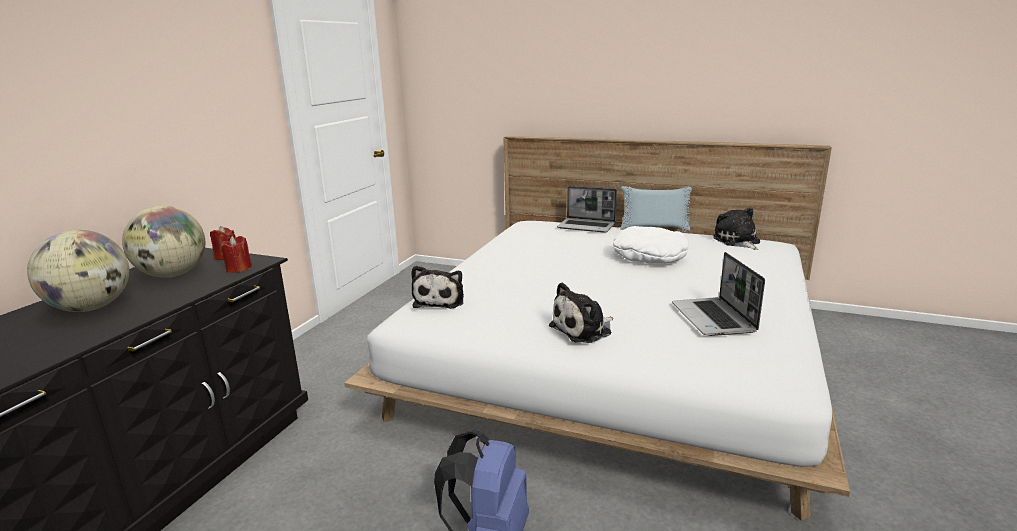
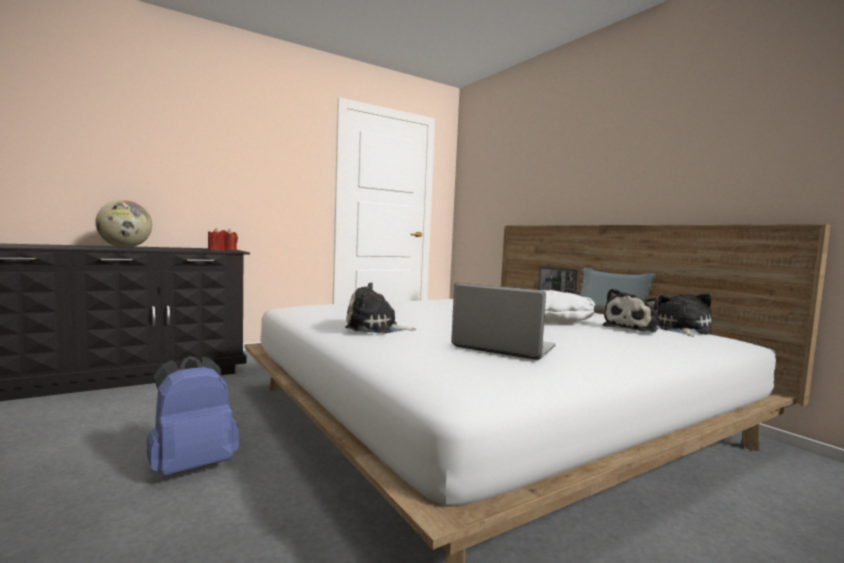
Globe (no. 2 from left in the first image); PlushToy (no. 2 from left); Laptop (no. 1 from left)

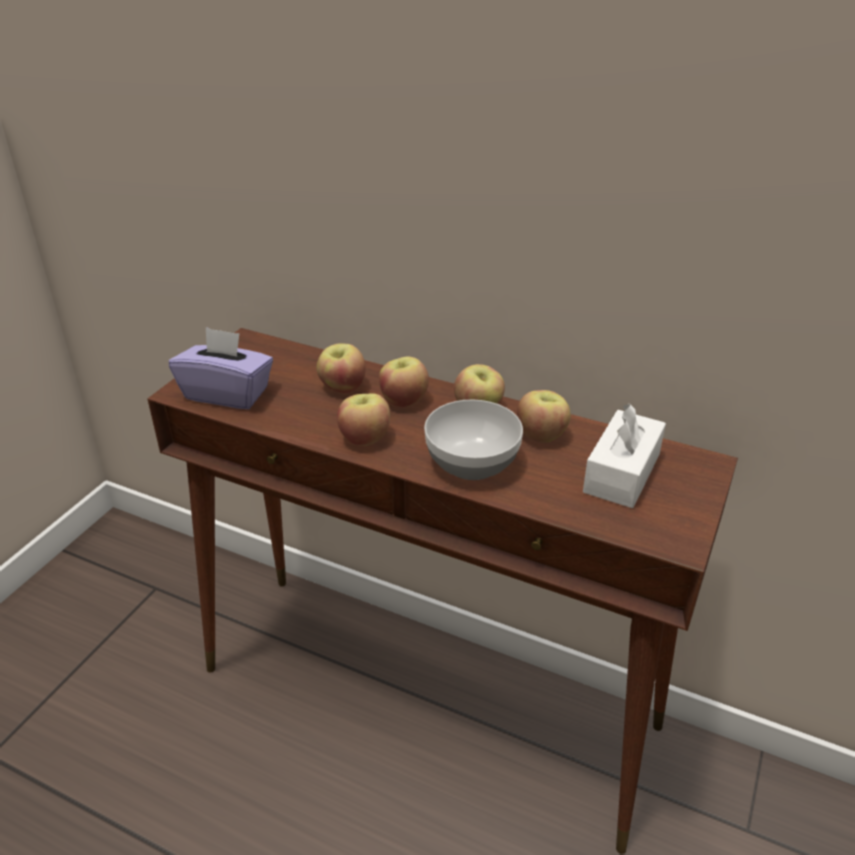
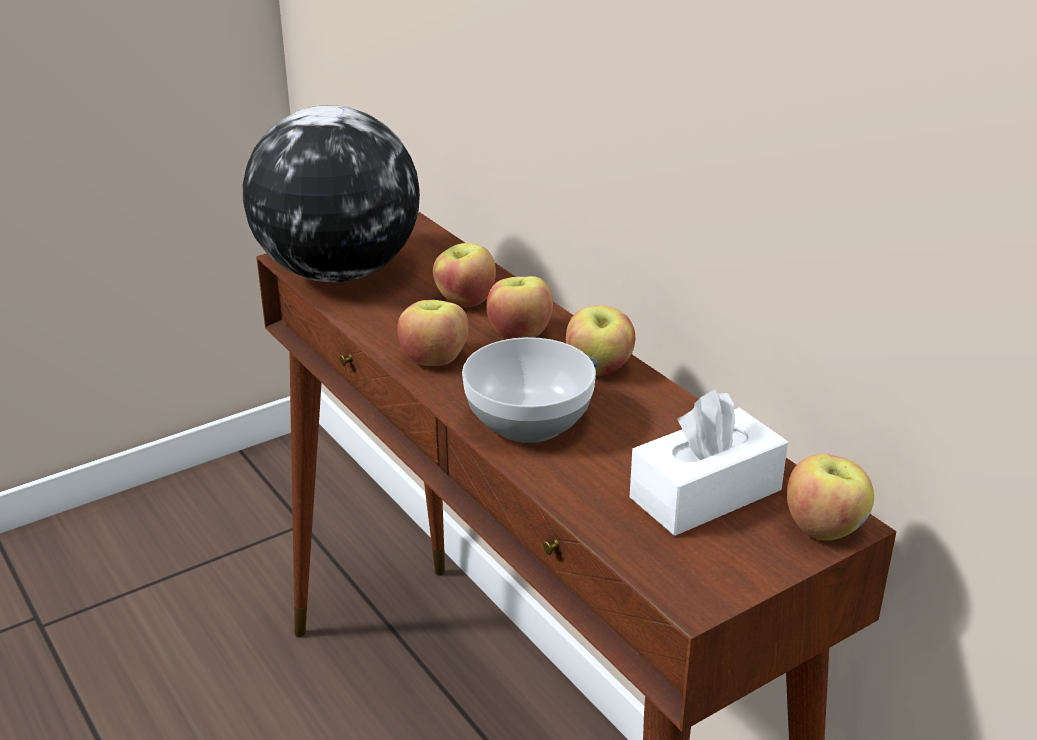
Globe; Apple (no. 5 from left)

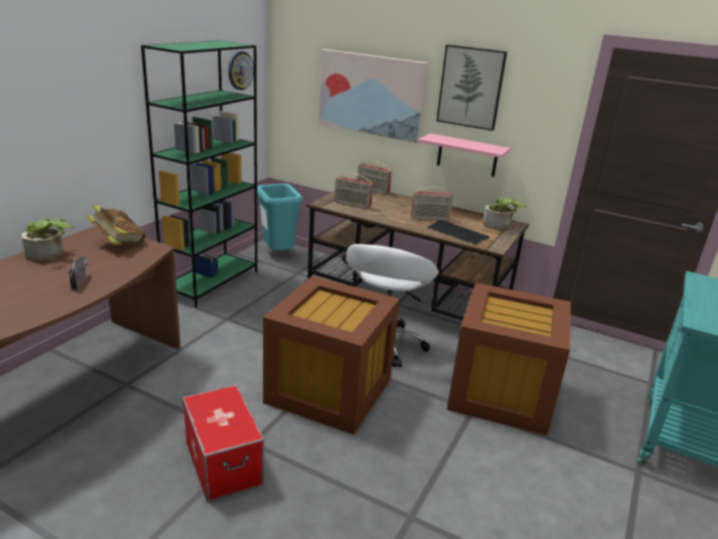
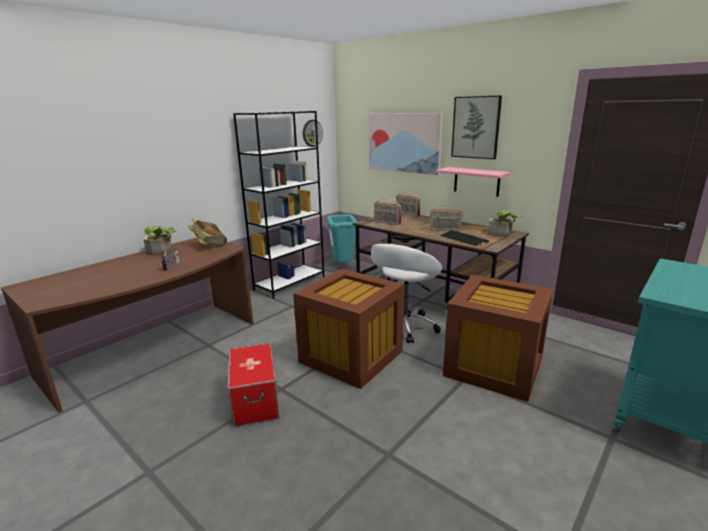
WhiteBookcase

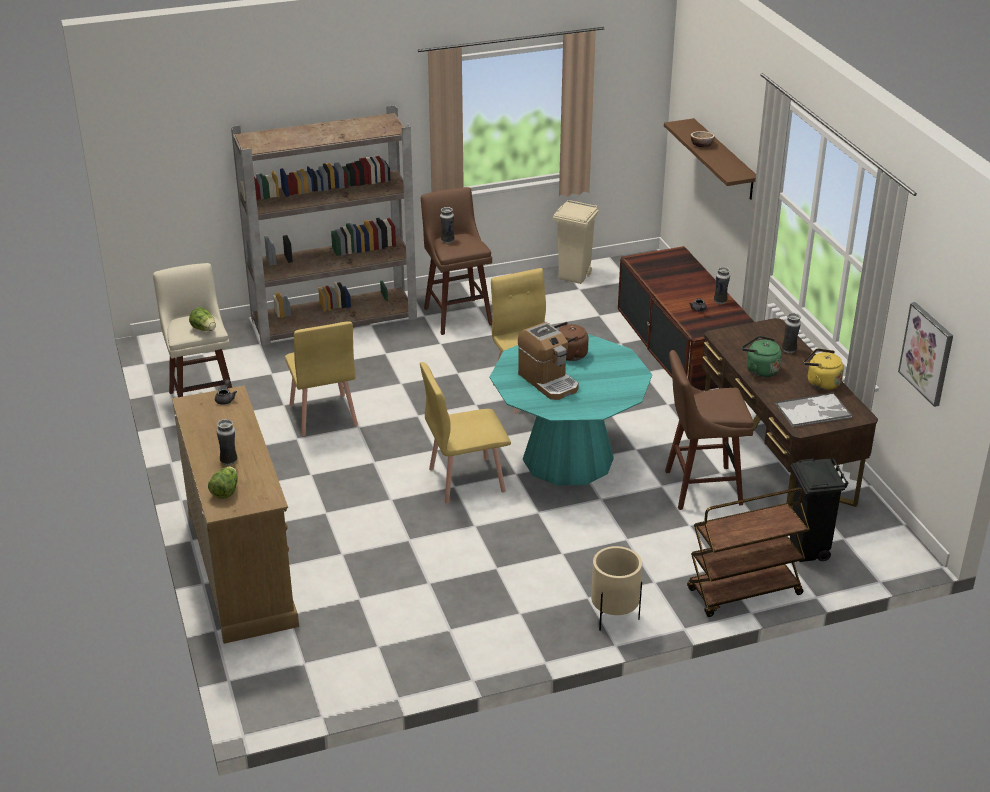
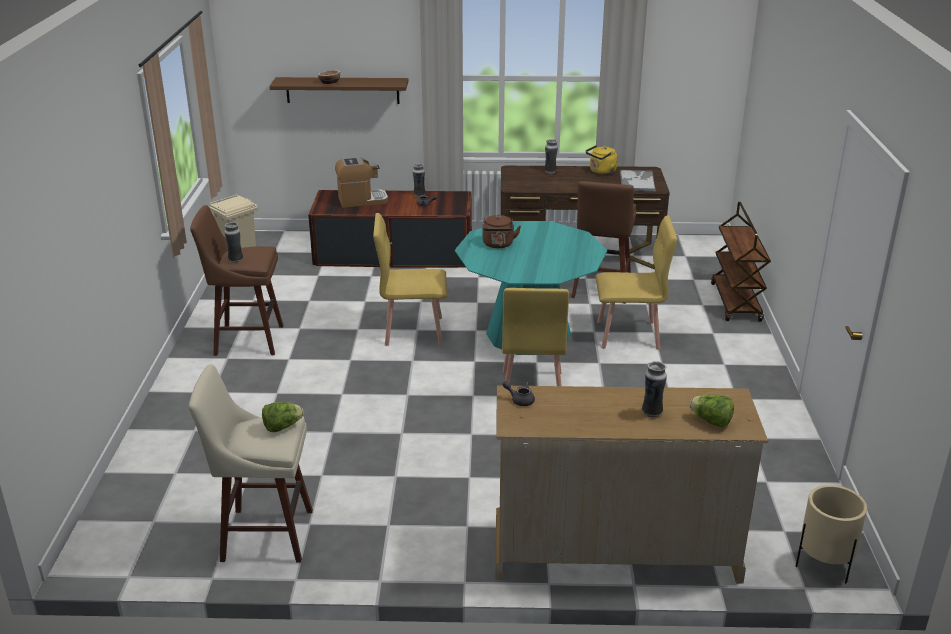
BrownBookcase; YellowChair (no. 3 from left); CoffeeMachine; BeigePlanter; GreenKettle; BlackTrashCan; Picture

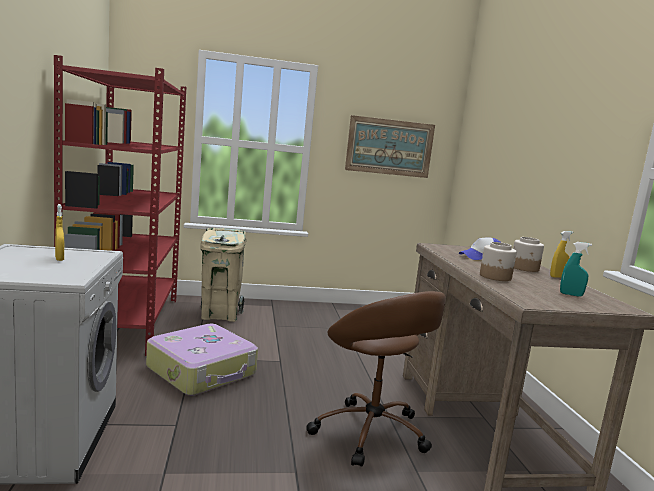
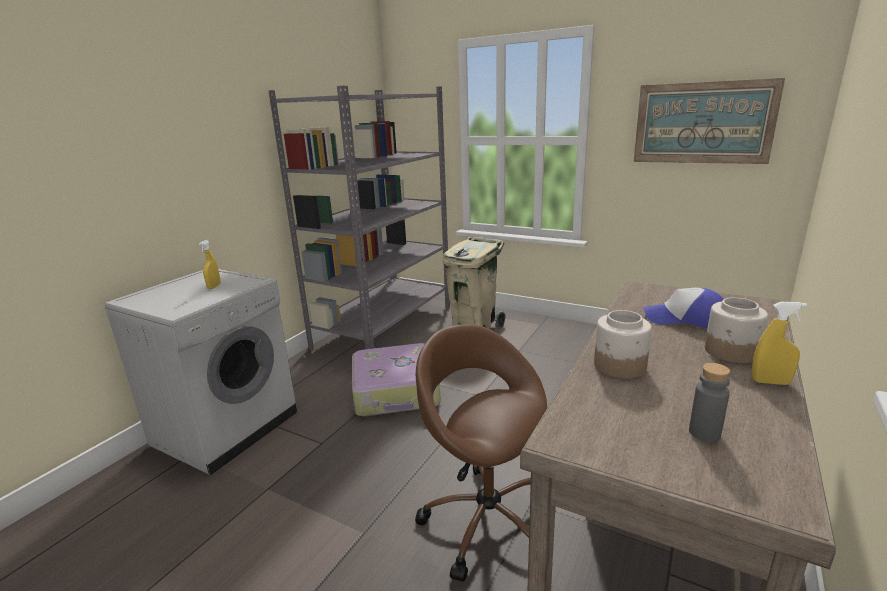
GreyBookcase; BrownOfficeChair; GreyBottle

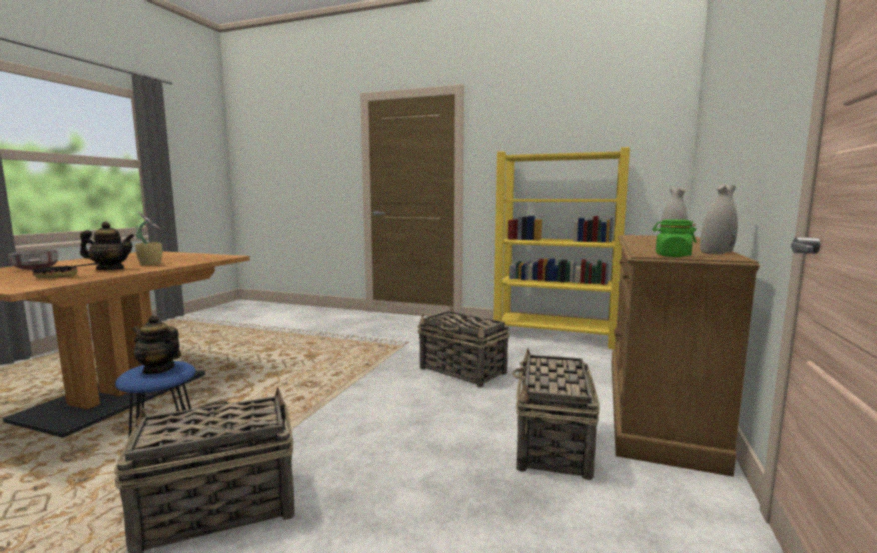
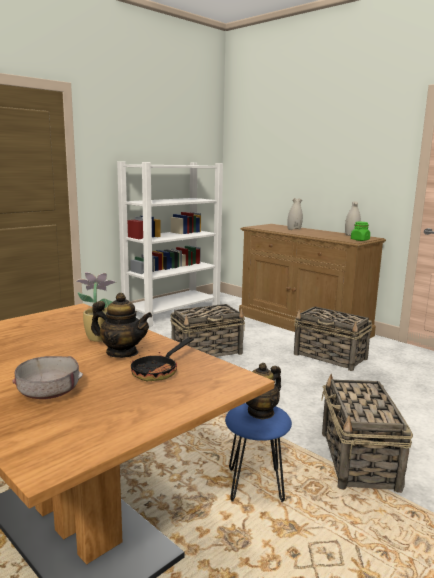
Teapot (no. 1 from left); WhiteBookcase

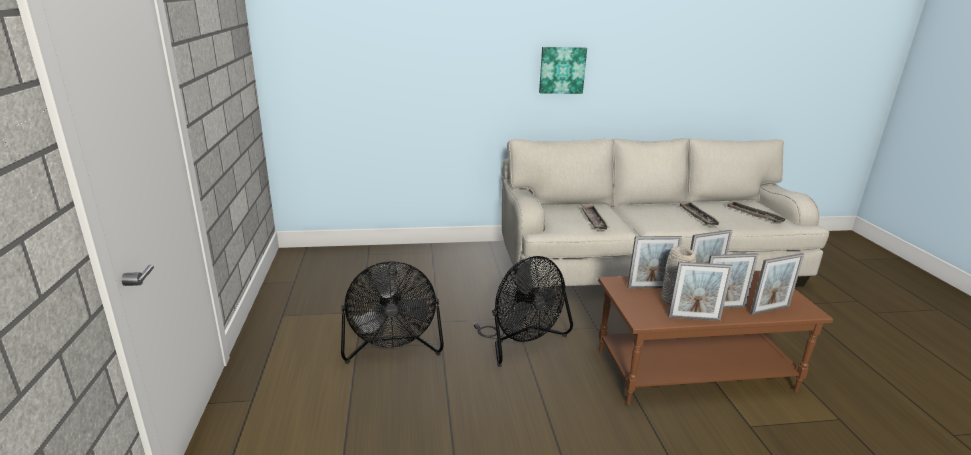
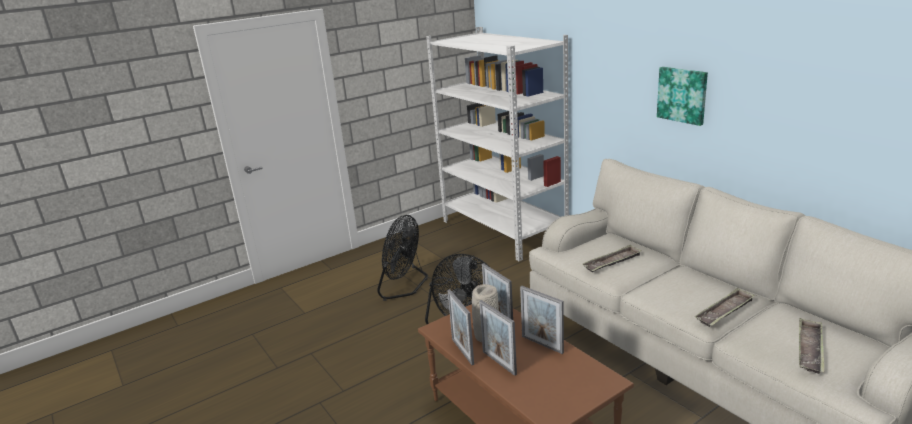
BlackFan (no. 1 from left); PictureFrame (no. 5 from left in the first image); WhiteBookcase

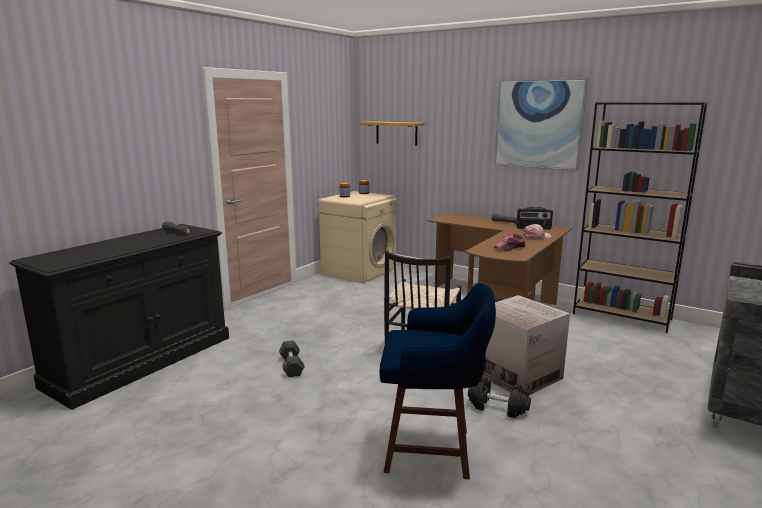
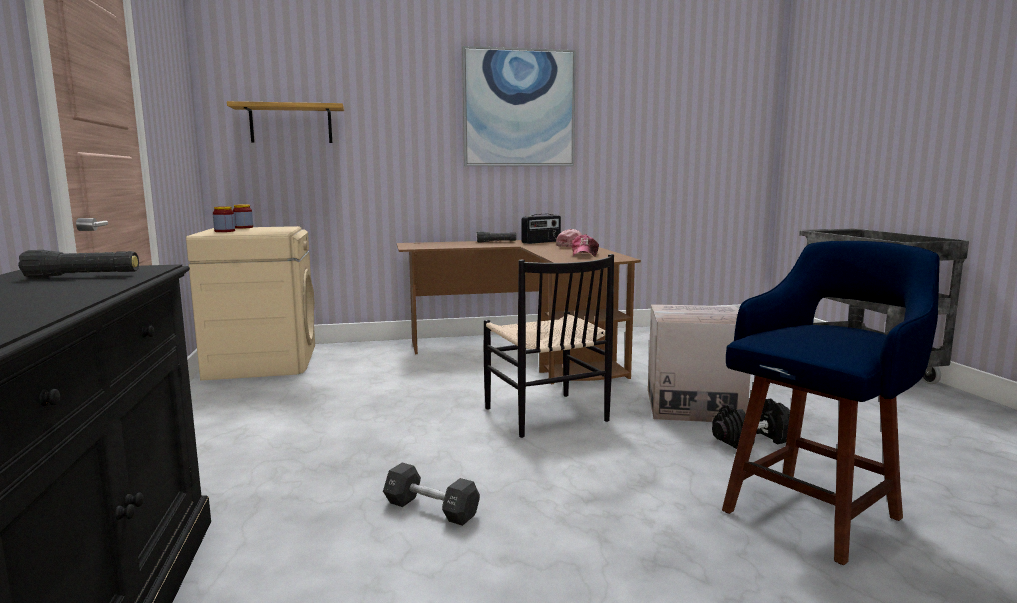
BeigeBookcase

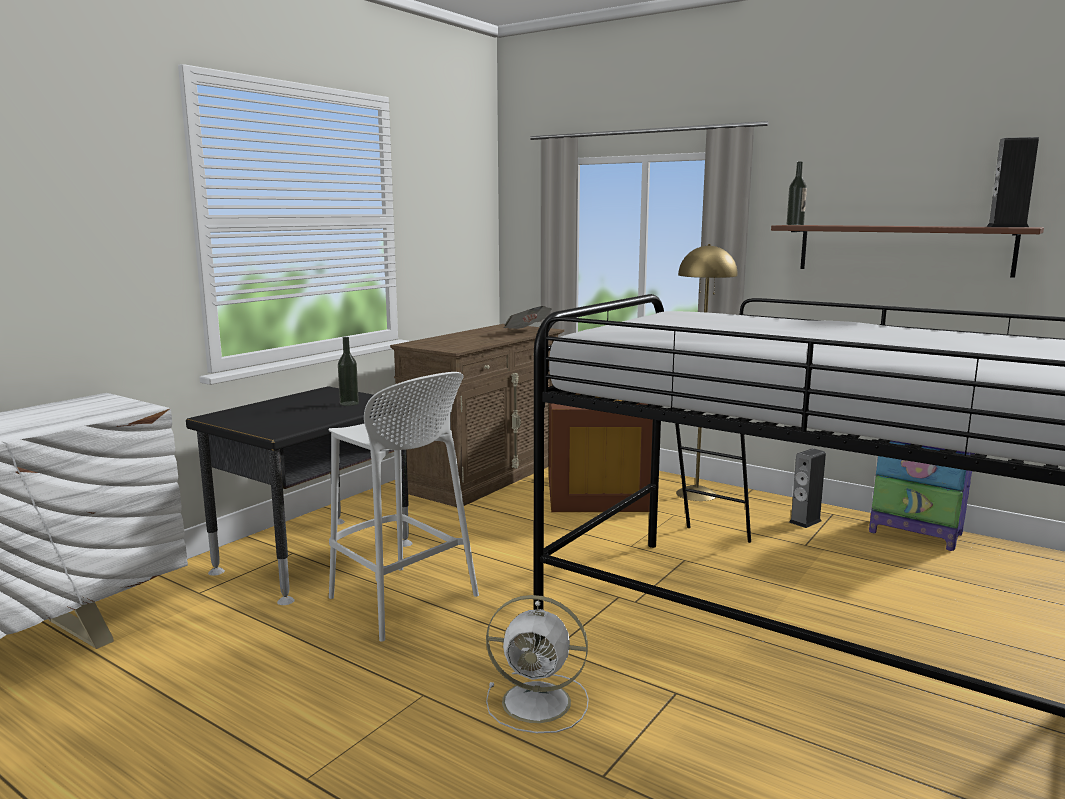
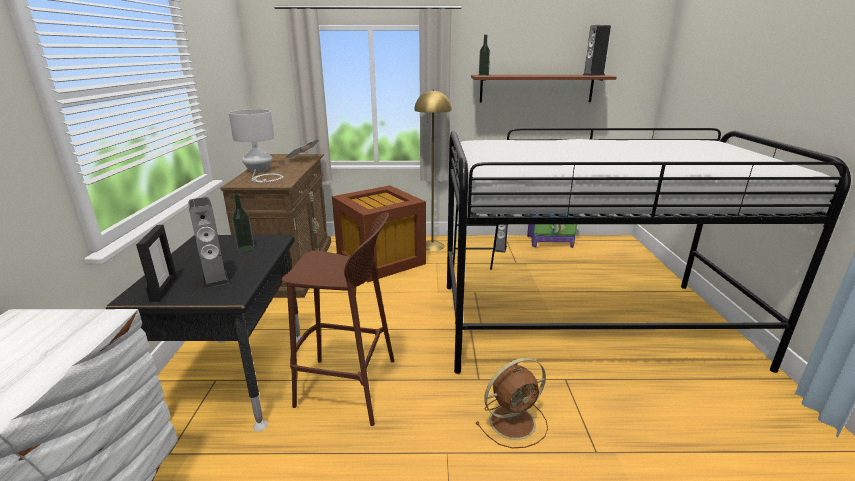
BrownStool; BrownFan; PictureFrame; Speaker (no. 1 from left); WhiteTableLamp

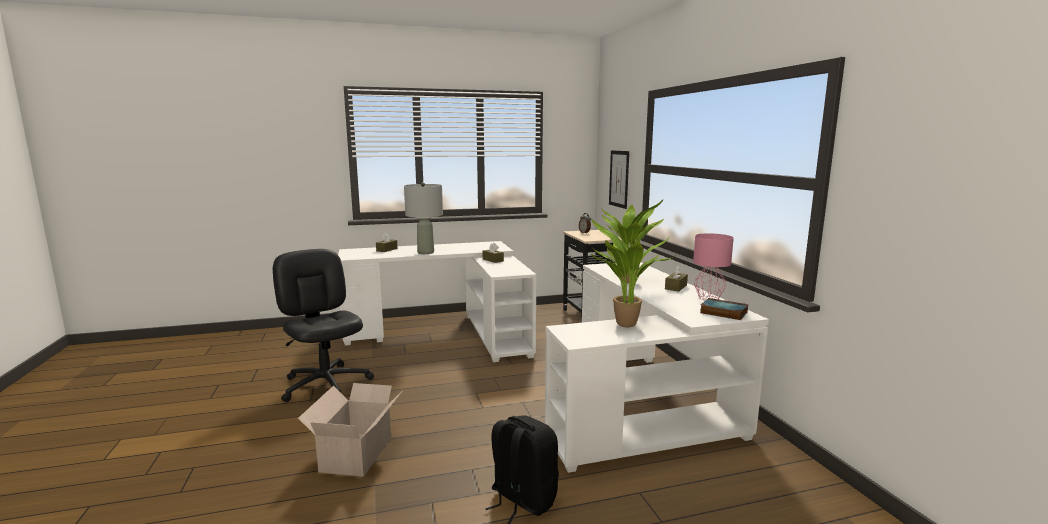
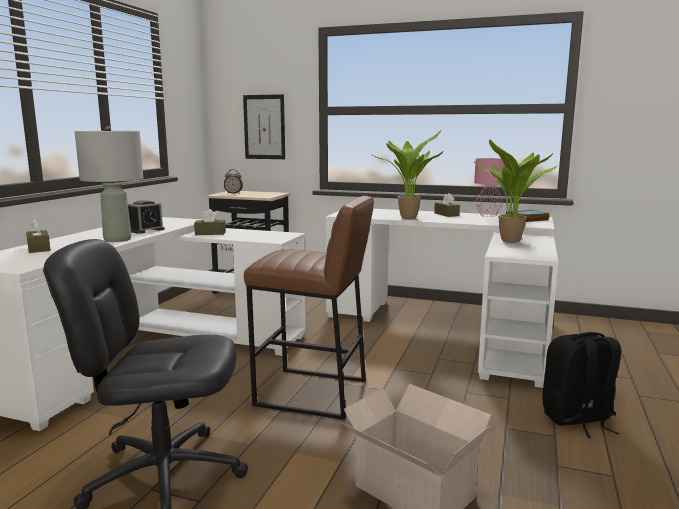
AlarmClock (no. 1 from left); BrownStool

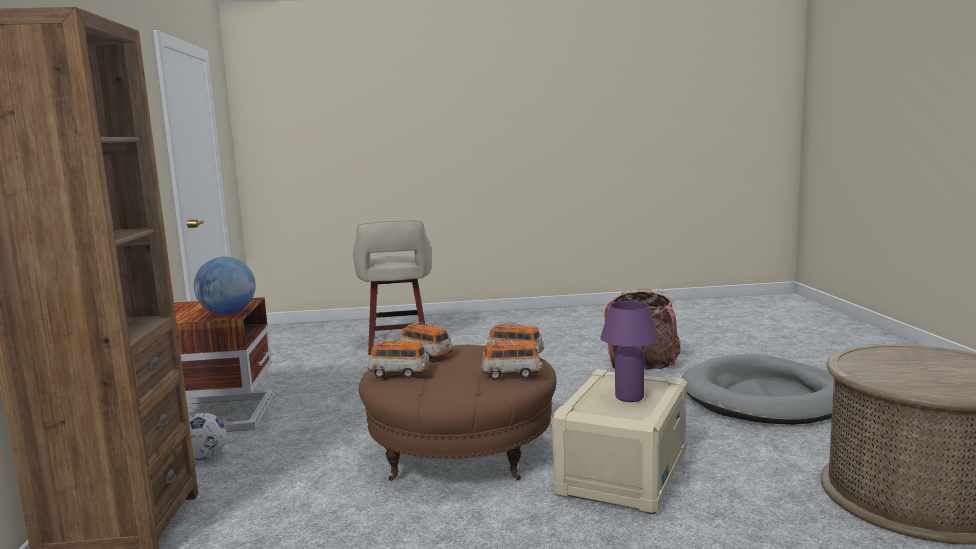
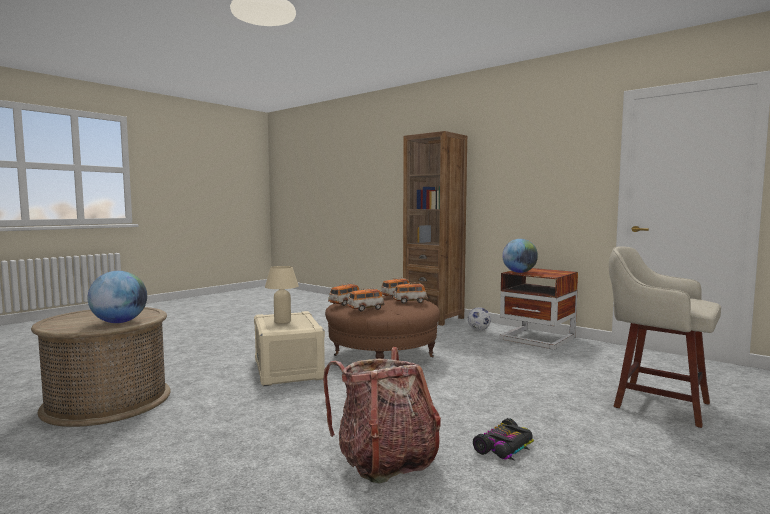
BeigeTableLamp; GreyDogBed; Globe (no. 1 from left); ToyCar (no. 5 from left)

